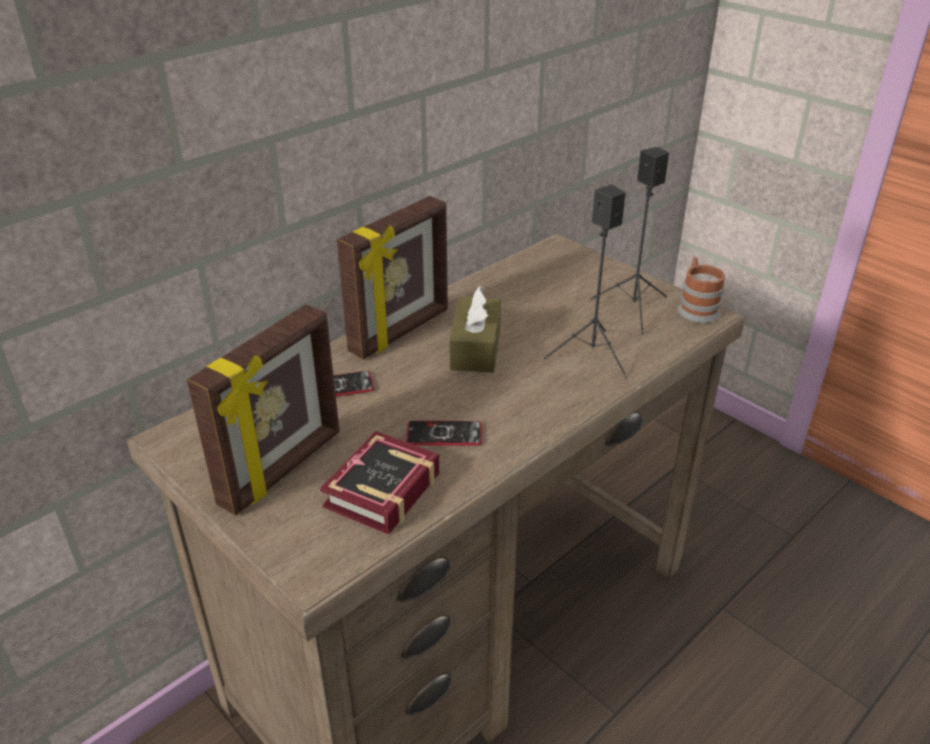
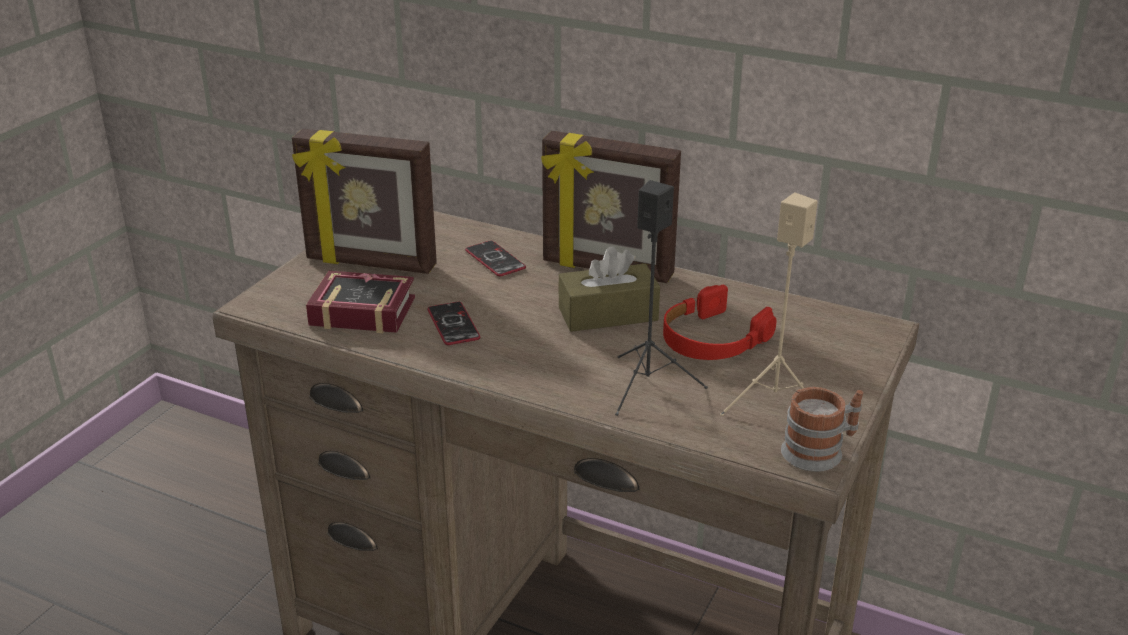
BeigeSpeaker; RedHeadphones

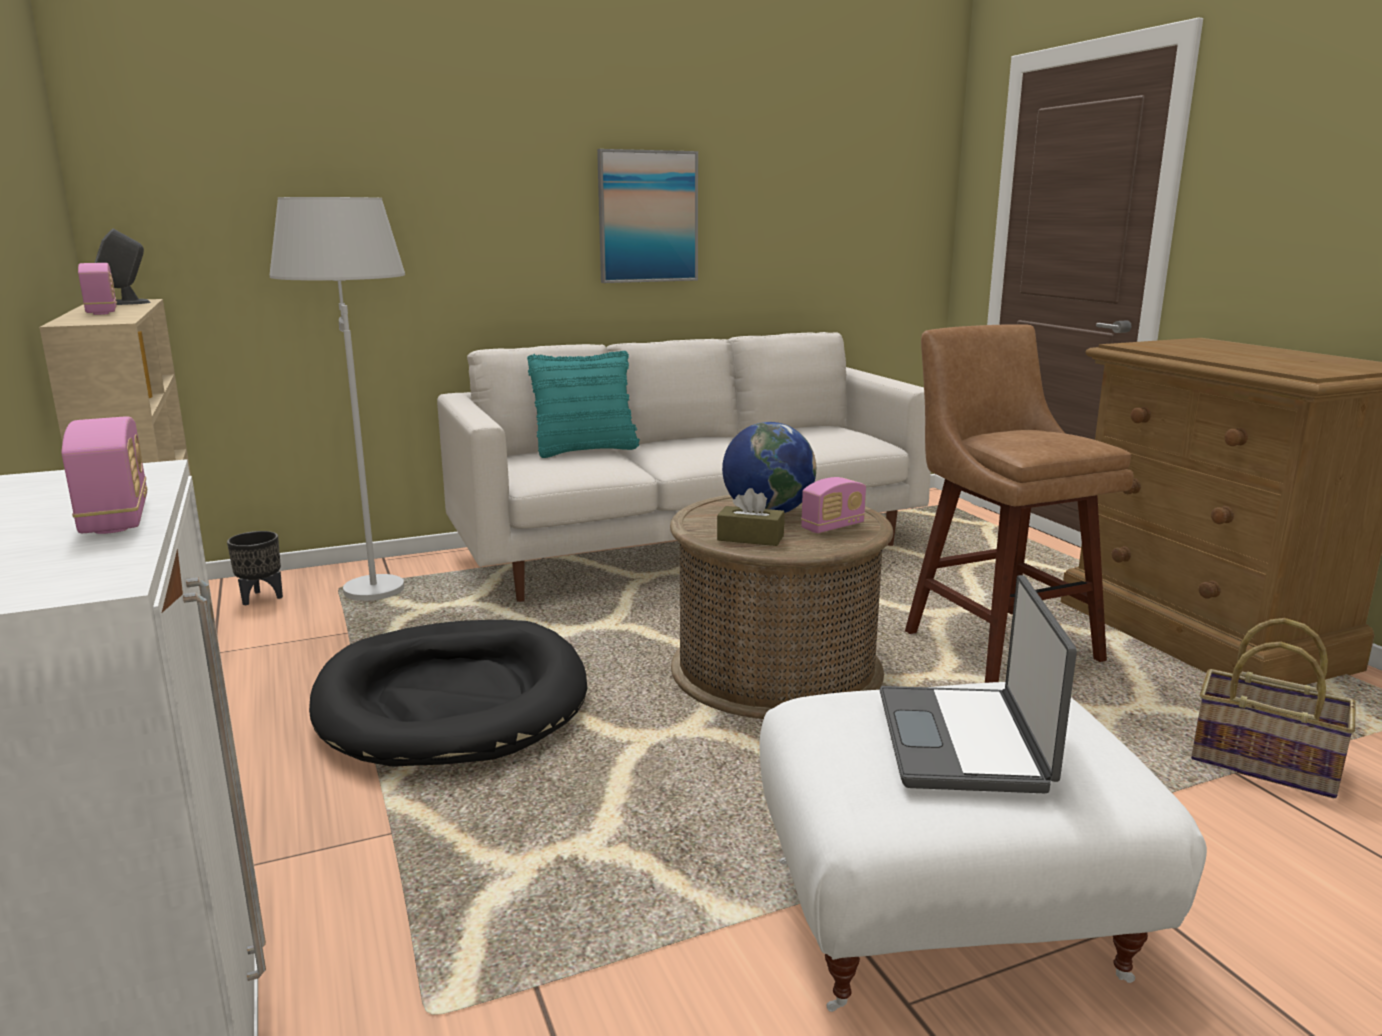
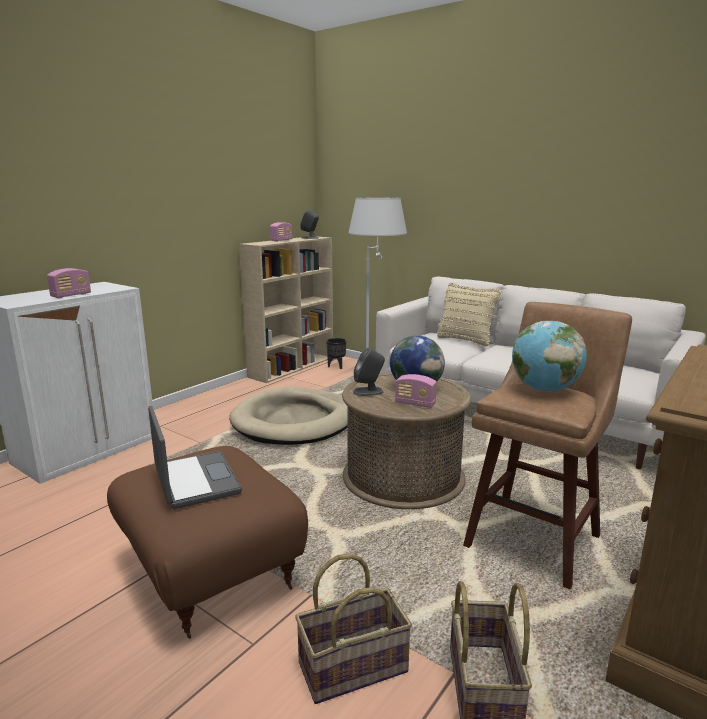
BeigeDogBed; BeigePillow; Picture; GreySpeaker (no. 2 from left); BrownOttoman; Laptop; Basket (no. 1 from left); Globe (no. 2 from left)

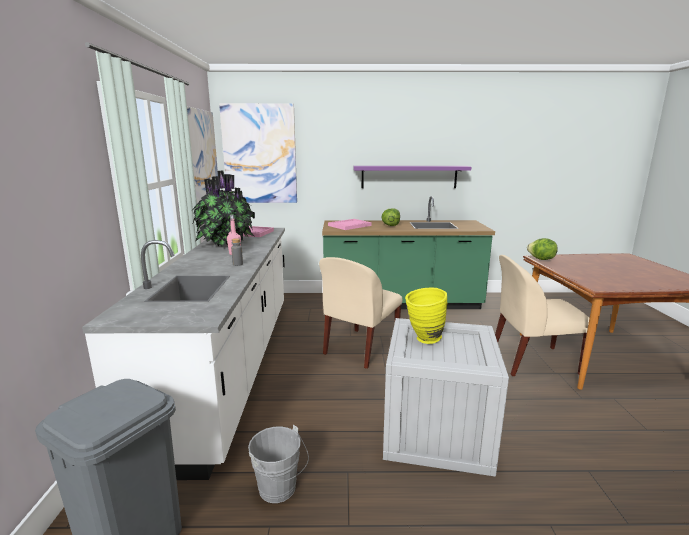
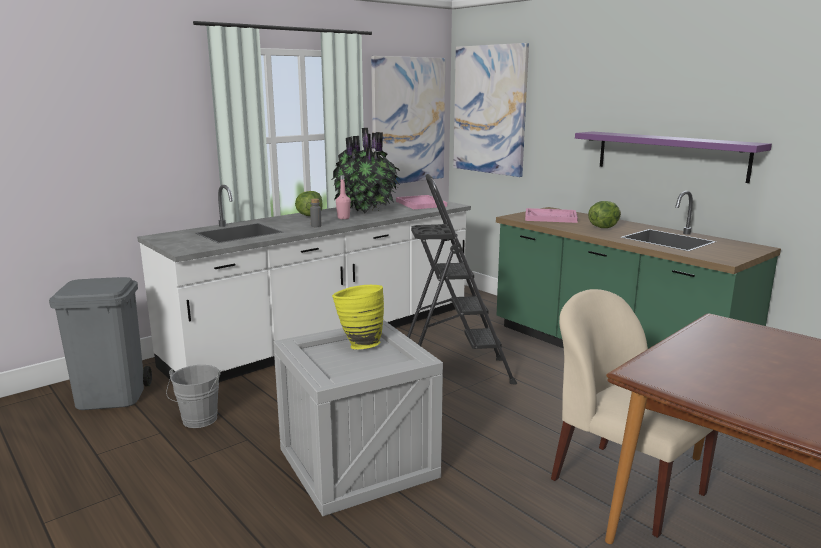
StepLadder; Lettuce (no. 1 from left)

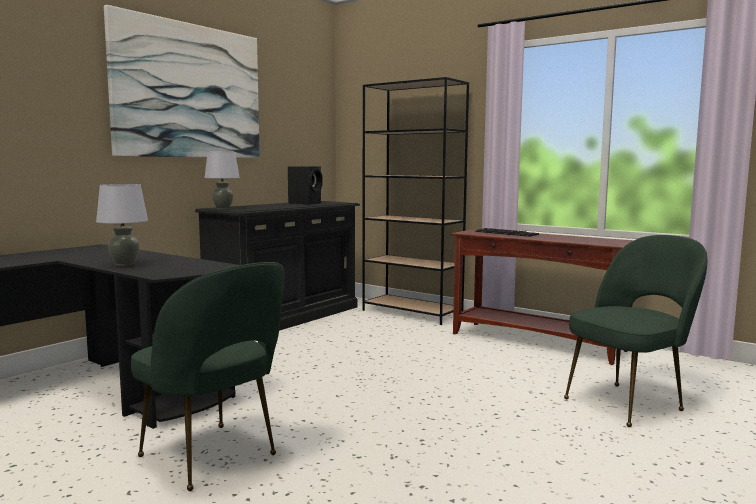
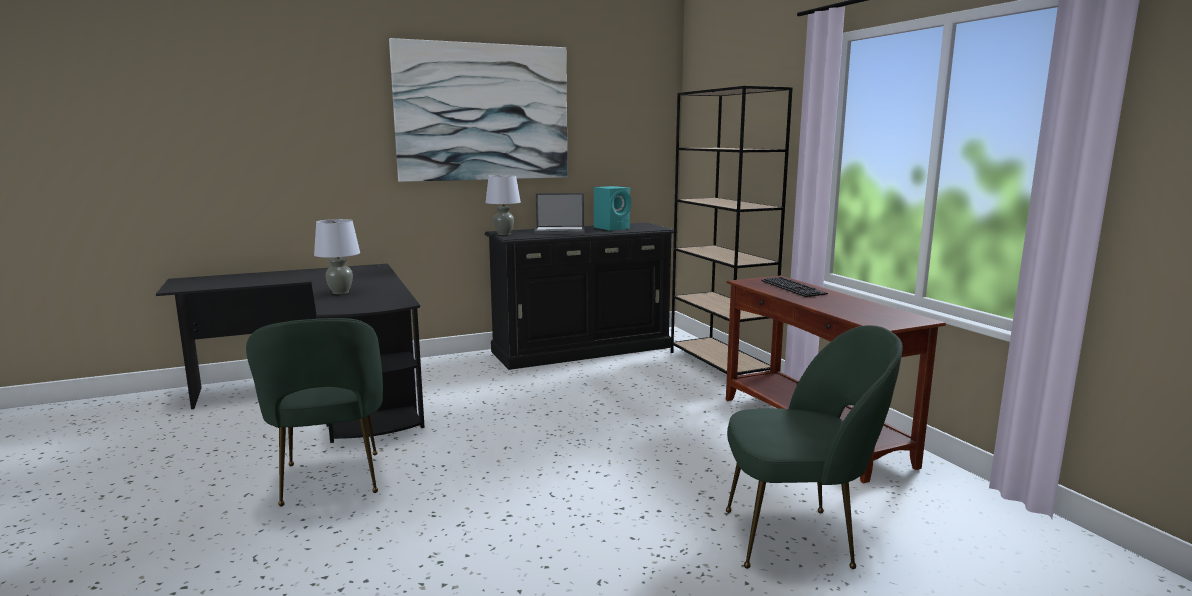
TurquoiseSpeaker; Laptop

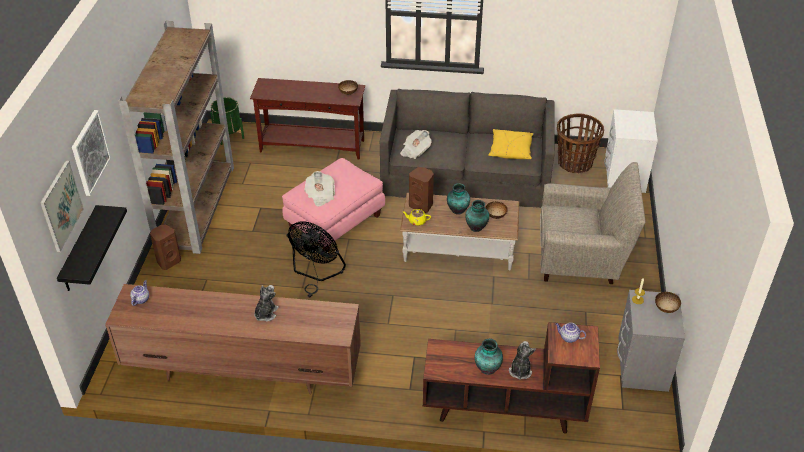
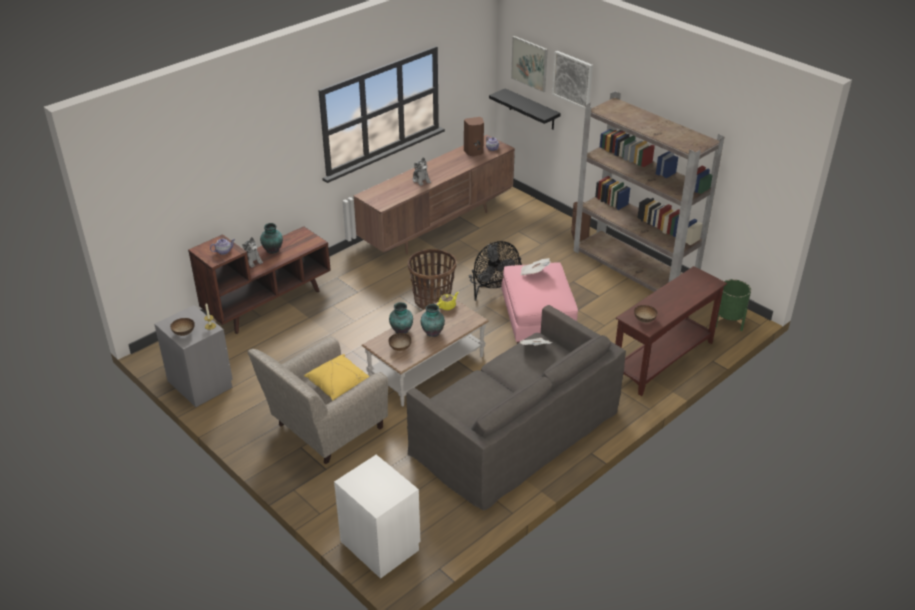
BrownSpeaker (no. 1 from left); YellowPillow; Basket

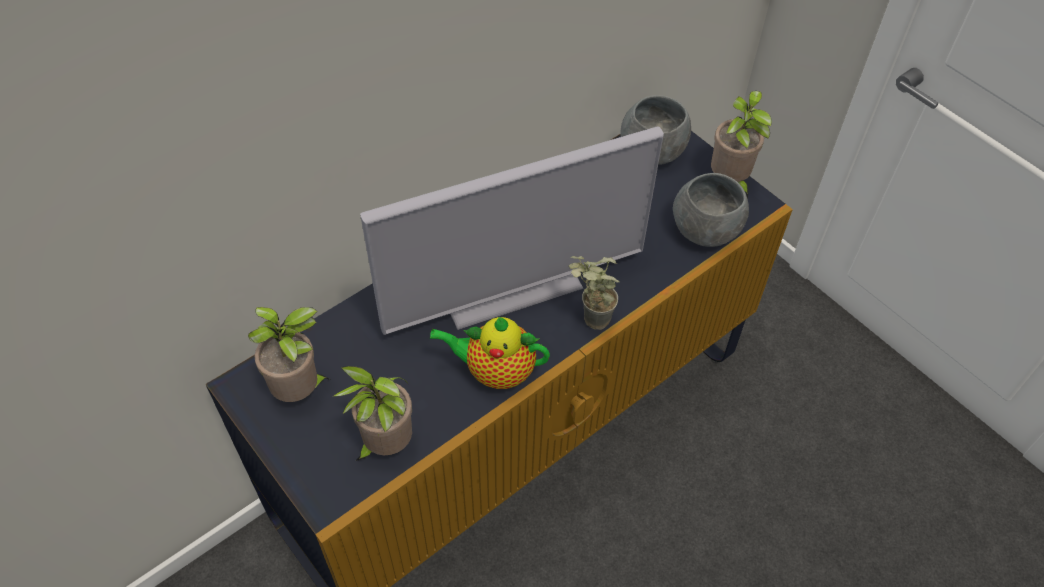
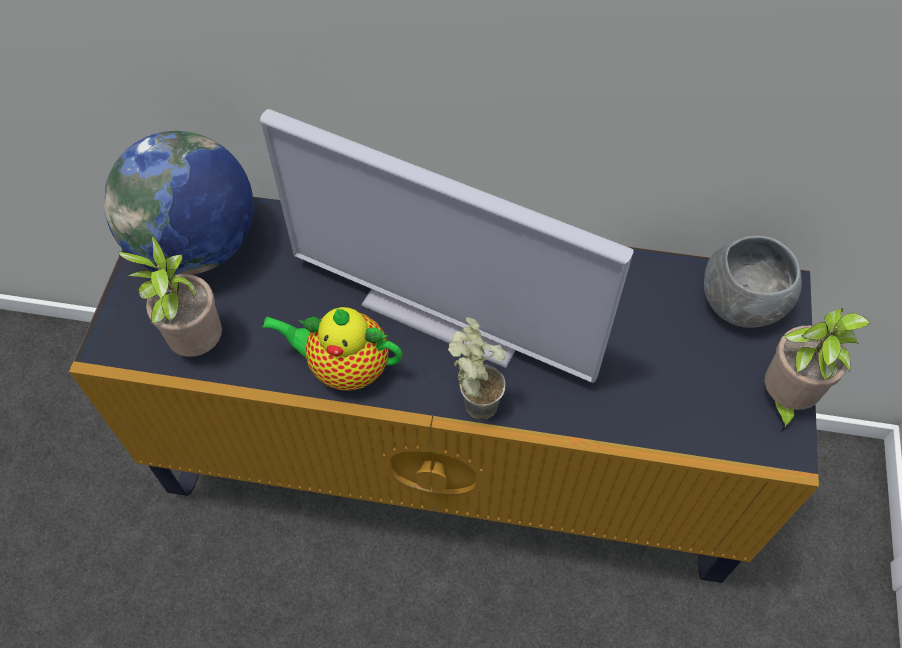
Globe; Teapot; GreyBowl (no. 2 from left in the first image)

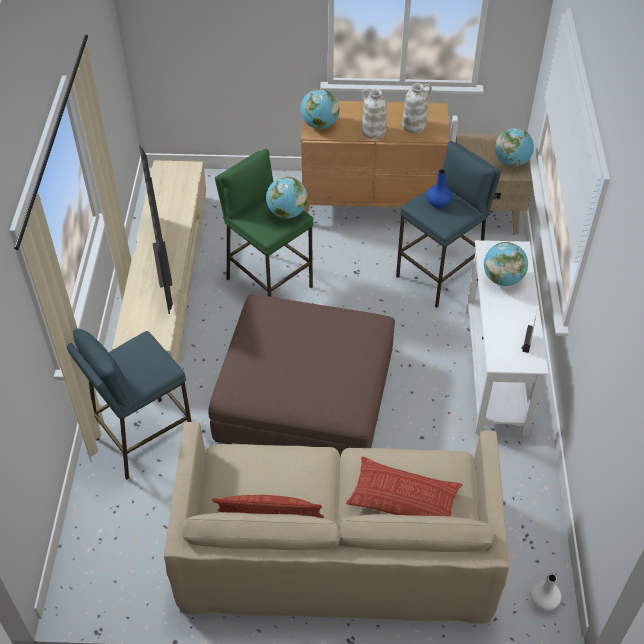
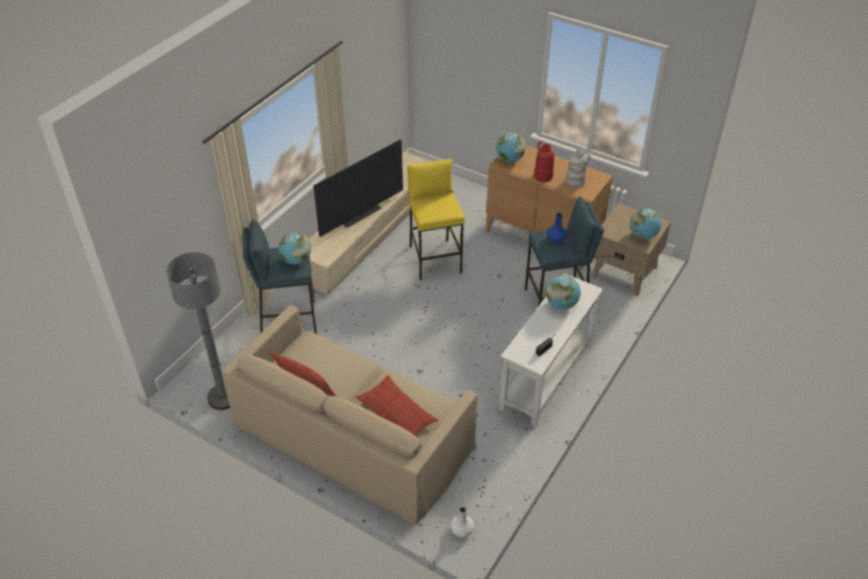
Television; BrownOttoman; YellowStool; Globe (no. 1 from left); RedVase; GreyFloorLamp

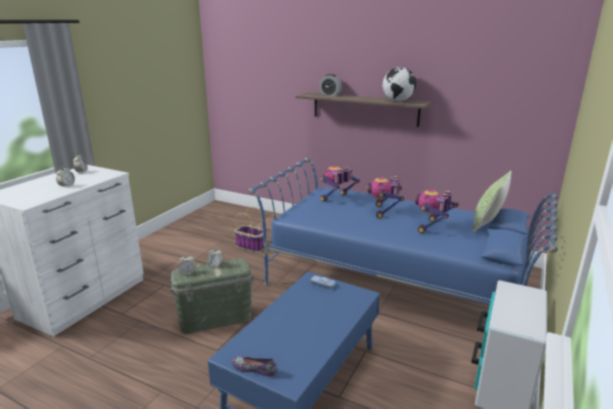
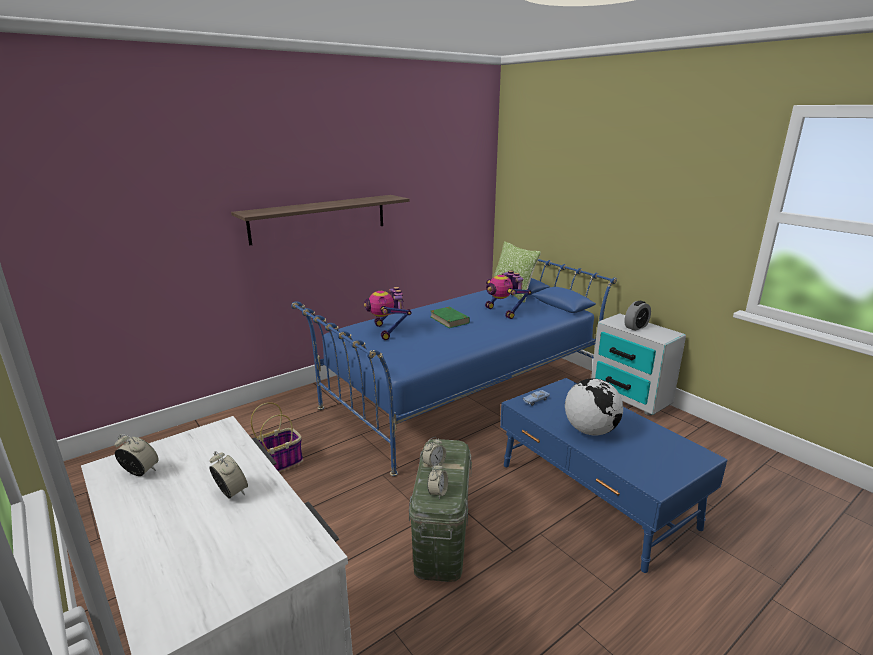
PurpleShoe; AlarmClock (no. 5 from left); GreenBook; Globe

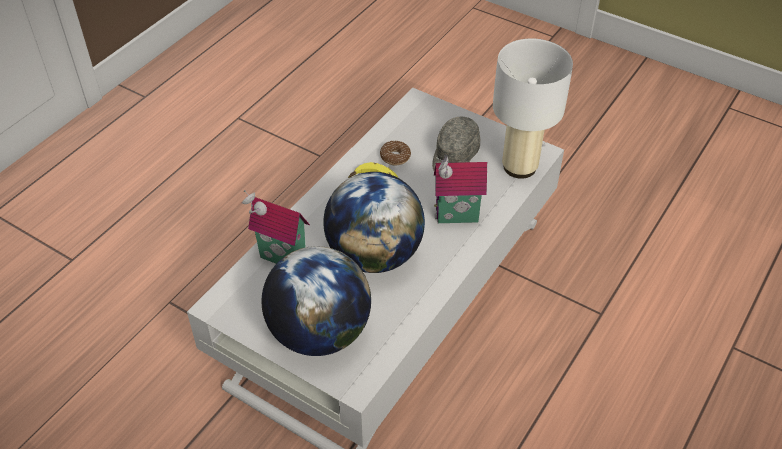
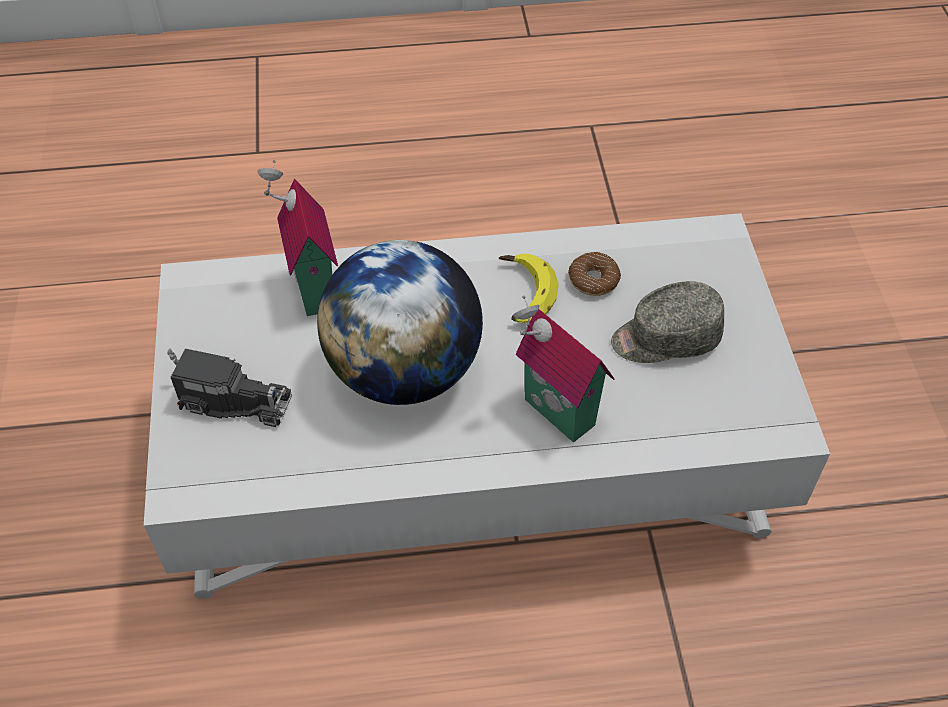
ToyTruck; WhiteTableLamp

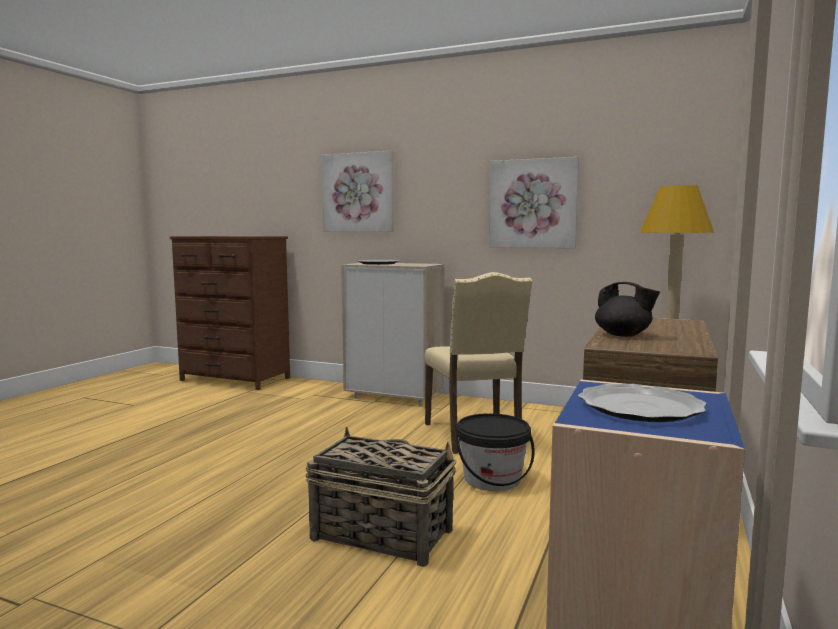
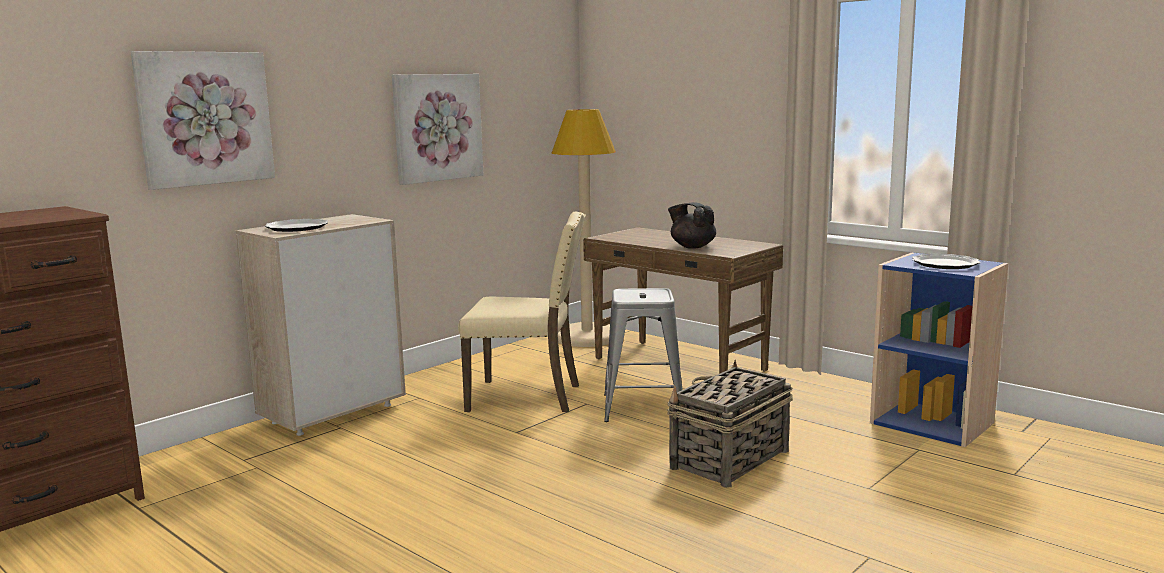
GreyStool; BlackTeapot

